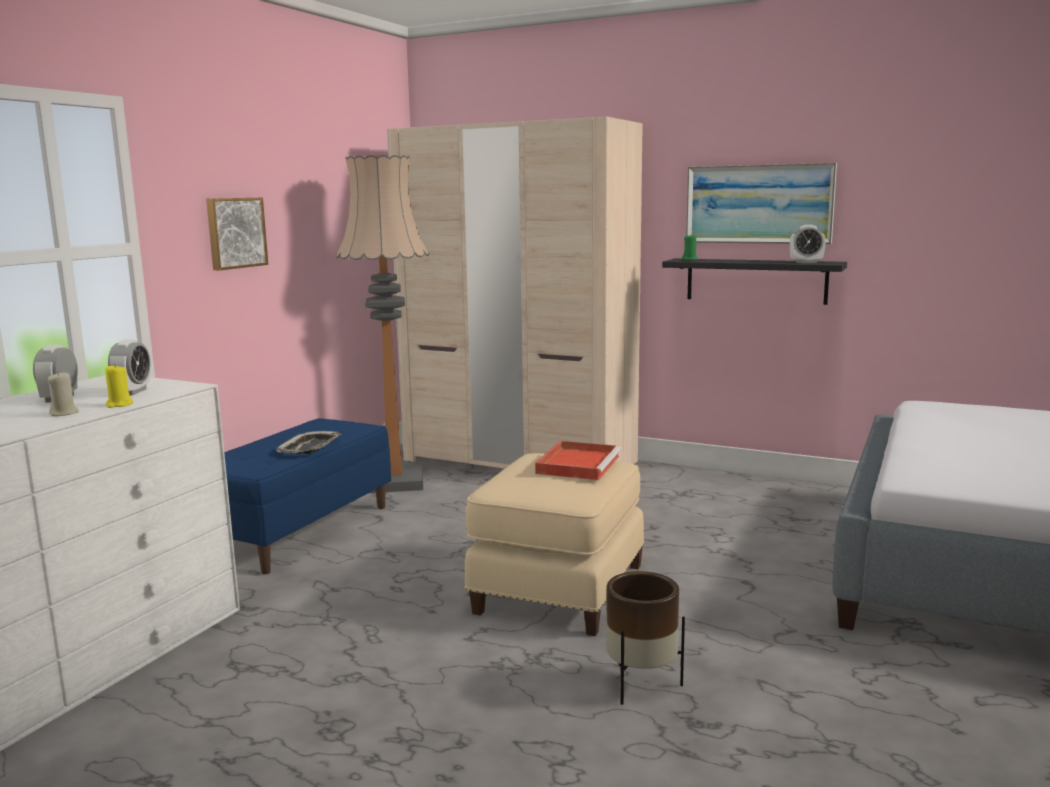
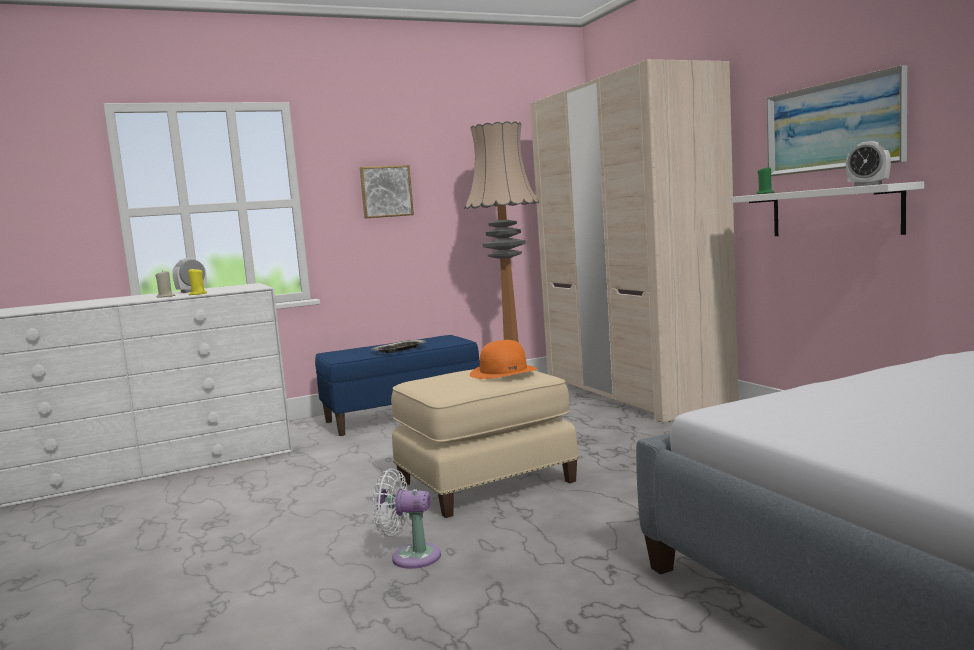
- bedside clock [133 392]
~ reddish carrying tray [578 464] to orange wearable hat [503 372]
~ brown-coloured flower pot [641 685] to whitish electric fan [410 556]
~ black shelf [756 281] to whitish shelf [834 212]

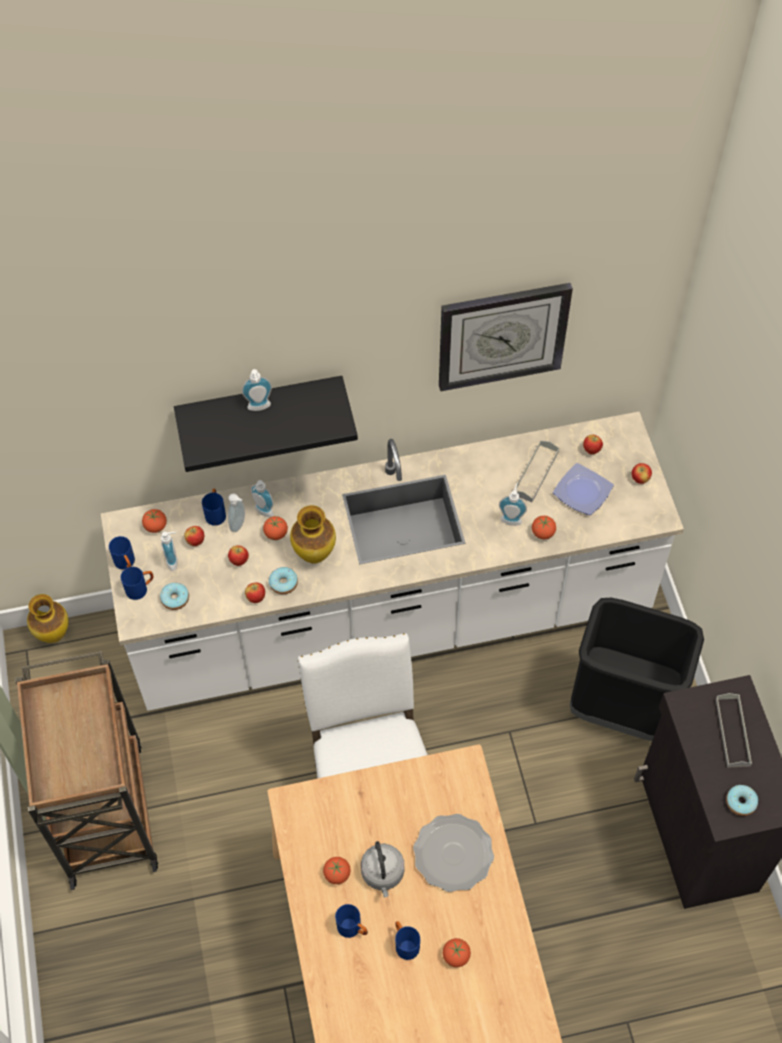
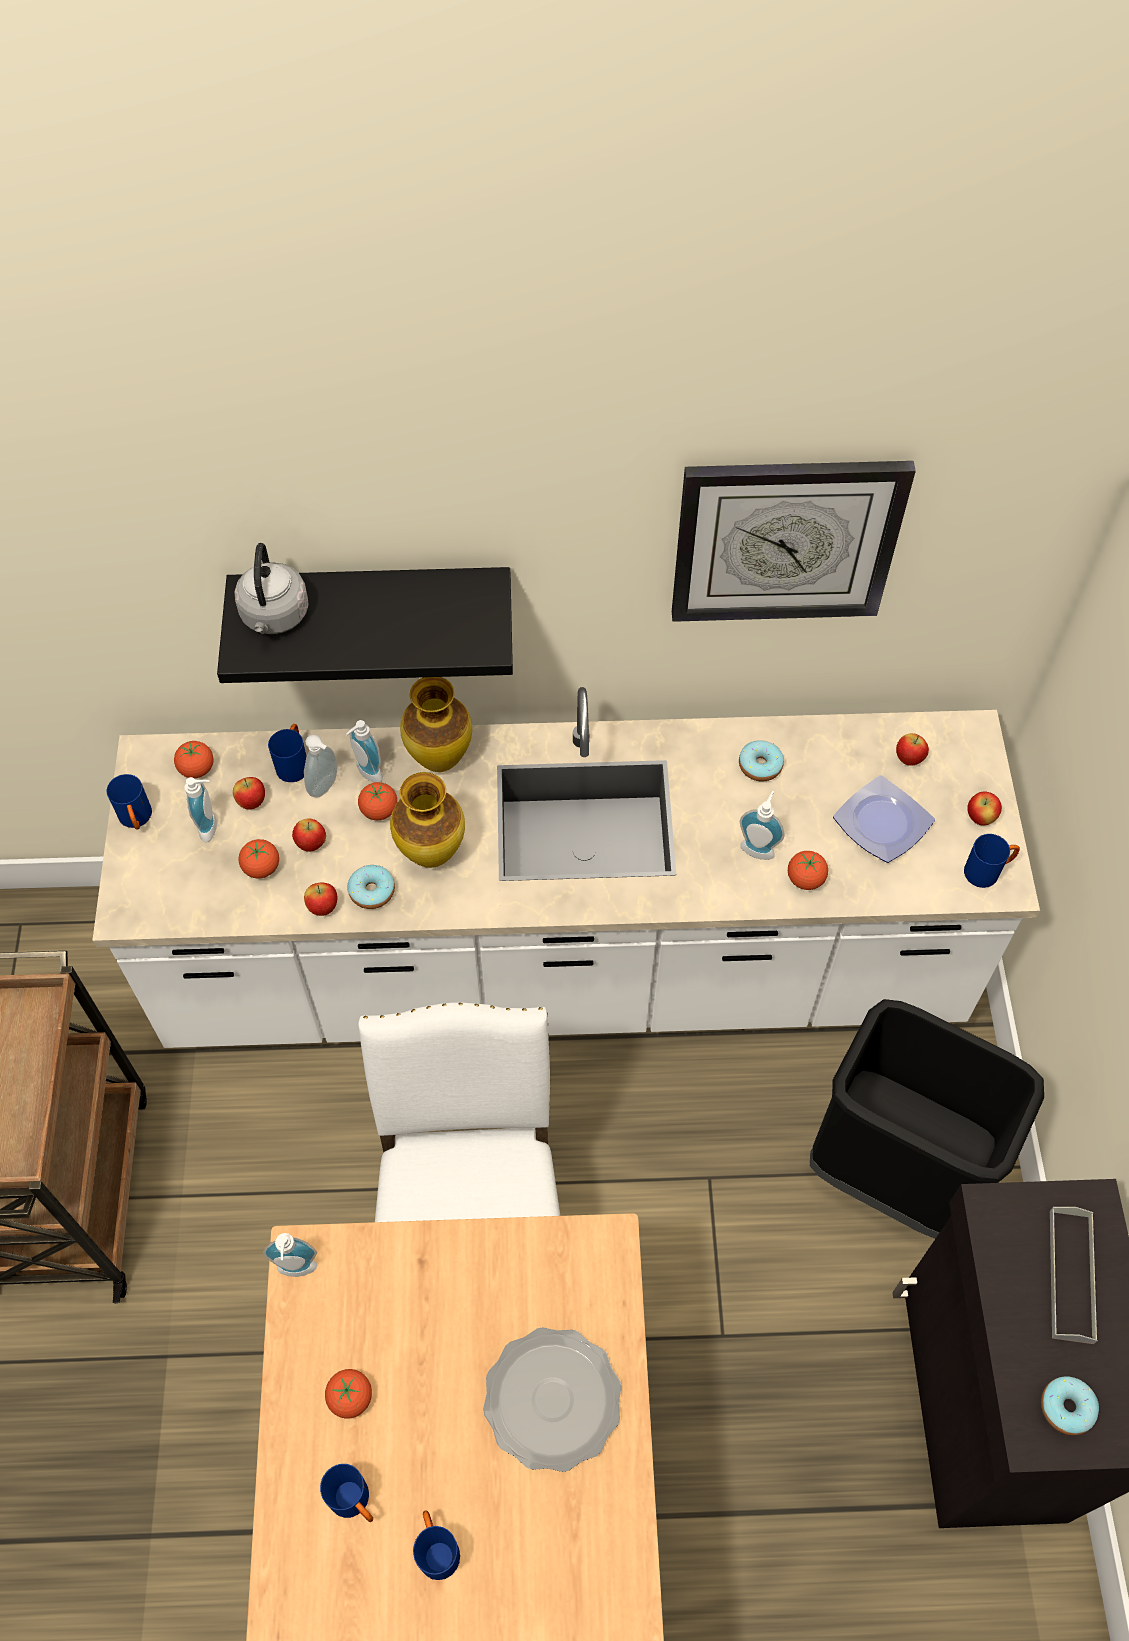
- gray carrying tray [535 473]
~ decorative vase [53 635] to [439 759]
~ bluish tea mug [140 589] to [987 871]
~ ring doughnut [175 599] to [760 765]
~ liquid soap bottle [259 408] to [297 1271]
~ gray water kettle [383 874] to [274 617]
~ fresh tomato [456 956] to [261 868]

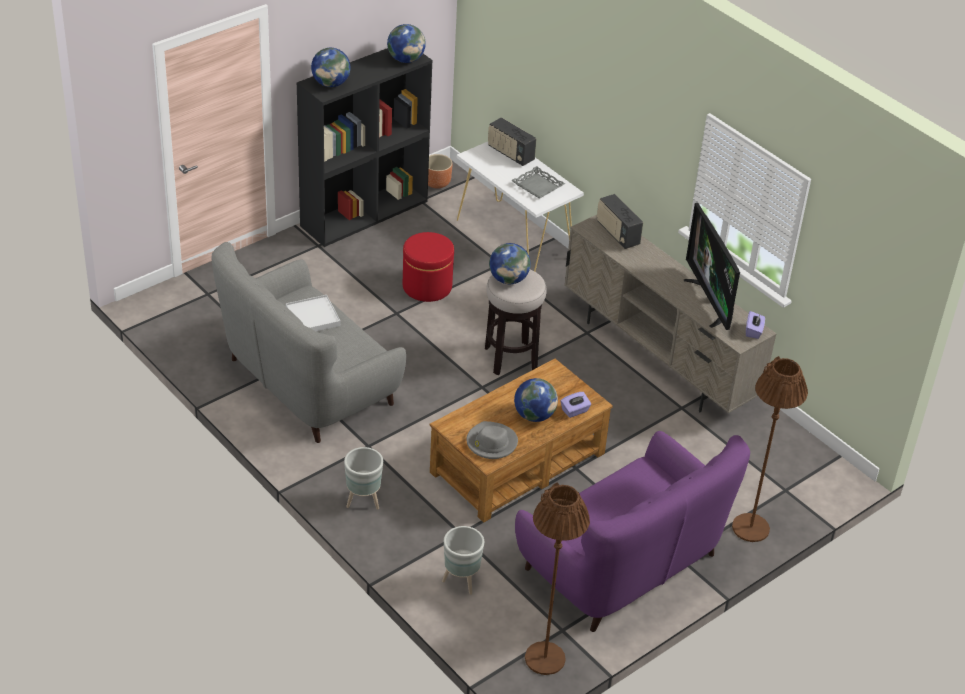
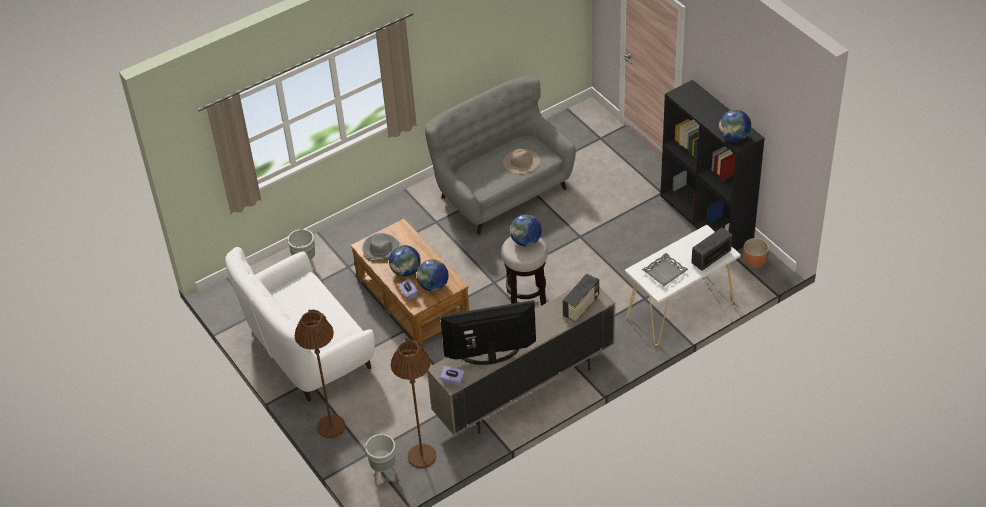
- reddish footrest [427 286]
~ desk globe [331 84] to [433 286]
~ gray flower pot [363 502] to [383 473]
~ brown-coloured floor lamp [545 658] to [422 456]
~ whitish carrying tray [313 317] to beige-coloured wearable hat [521 161]
~ purple couch [623 565] to whitish couch [307 349]
~ radio [617 234] = [581 306] 150 degrees clockwise

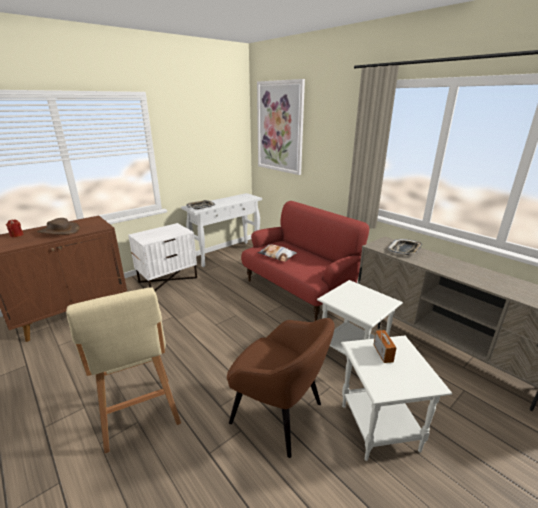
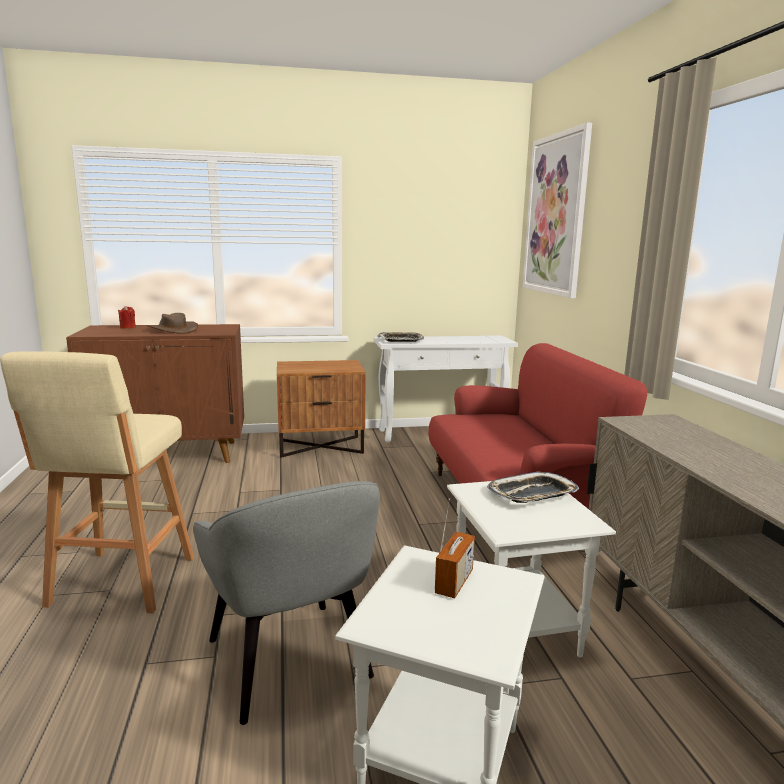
- throw pillow [277 255]
~ carrying tray [404 249] to [532 494]
~ whitish night table [168 279] to brown-coloured night table [321 446]
~ brown-coloured armchair [278 414] to gray armchair [290 661]

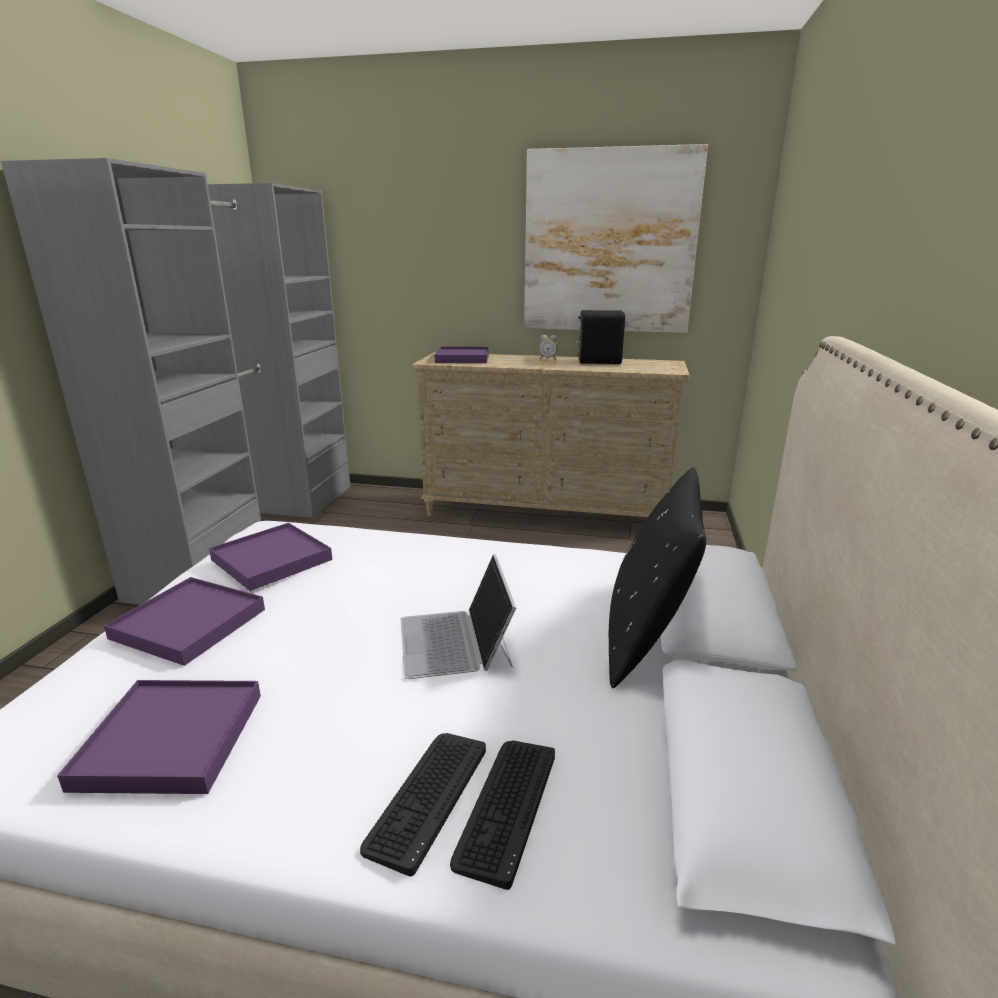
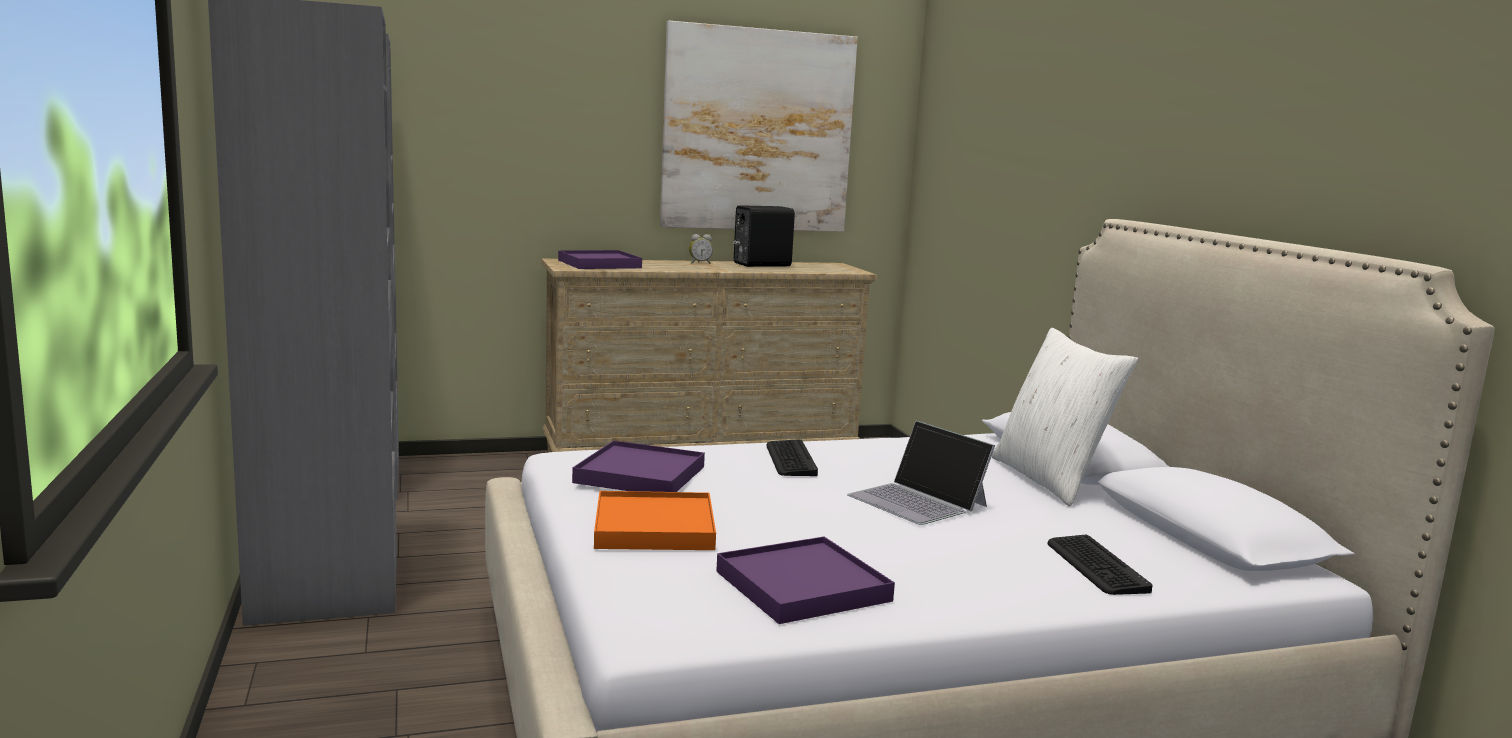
~ PC keyboard [427 797] to [790 459]
~ purple carrying tray [189 624] to orange carrying tray [654 528]
~ black throw pillow [647 639] to whitish throw pillow [1050 480]

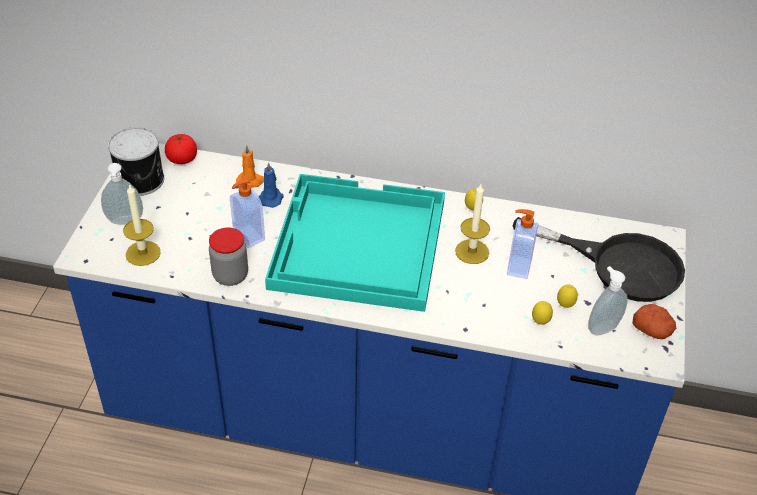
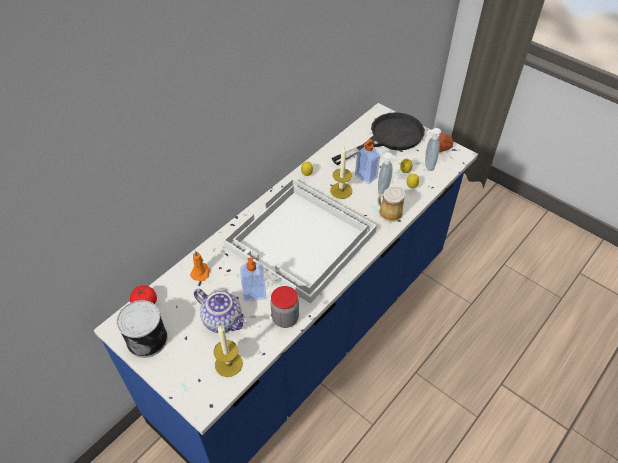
- bluish wax candle [271 198]
+ pot for tea [223 319]
+ tea mug [389 213]
~ liquid soap bottle [125 222] to [384 190]
~ turquoise-coloured carrying tray [356 245] to whitish carrying tray [301 240]

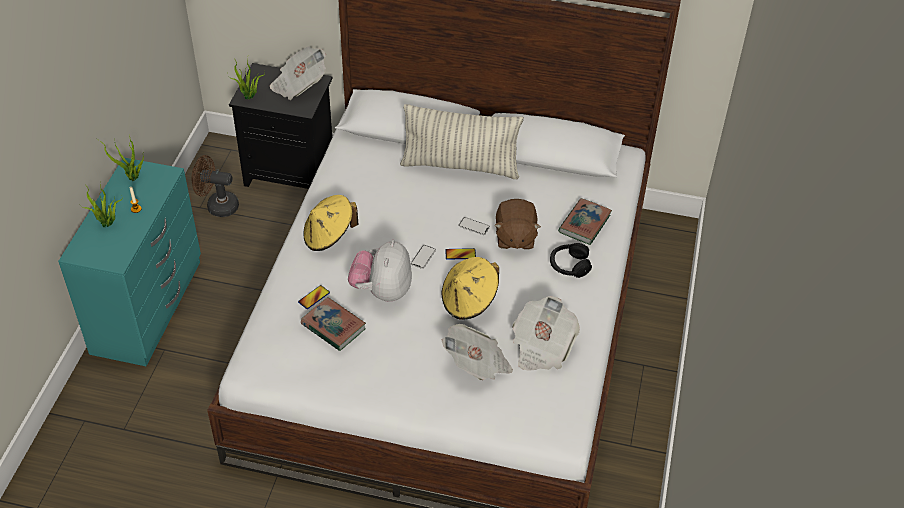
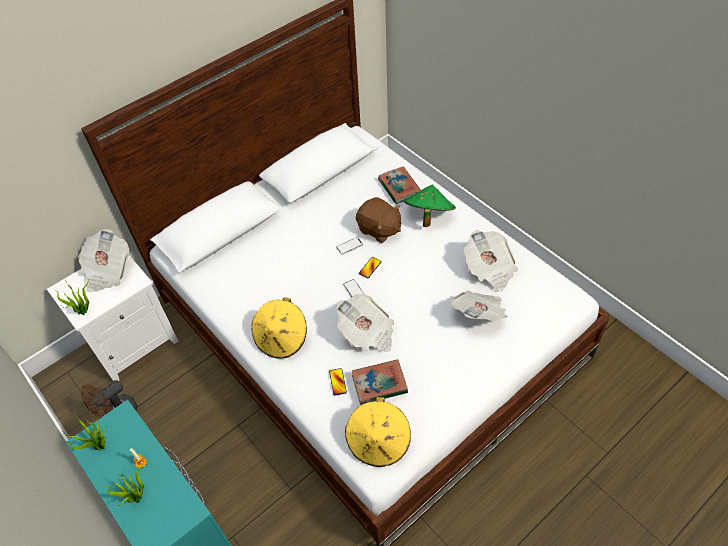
- throw pillow [460 166]
~ yellow-coloured wearable hat [469 301] to [378 442]
~ soft toy [382 291] to printed paper [367 333]
~ black headphones [569 265] to greenish wearable hat [428 215]
~ black night table [292 172] to whitish night table [134 342]

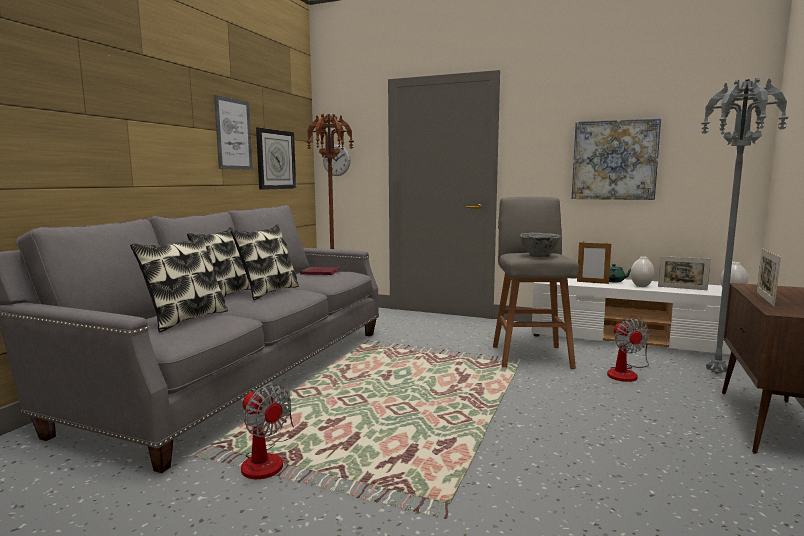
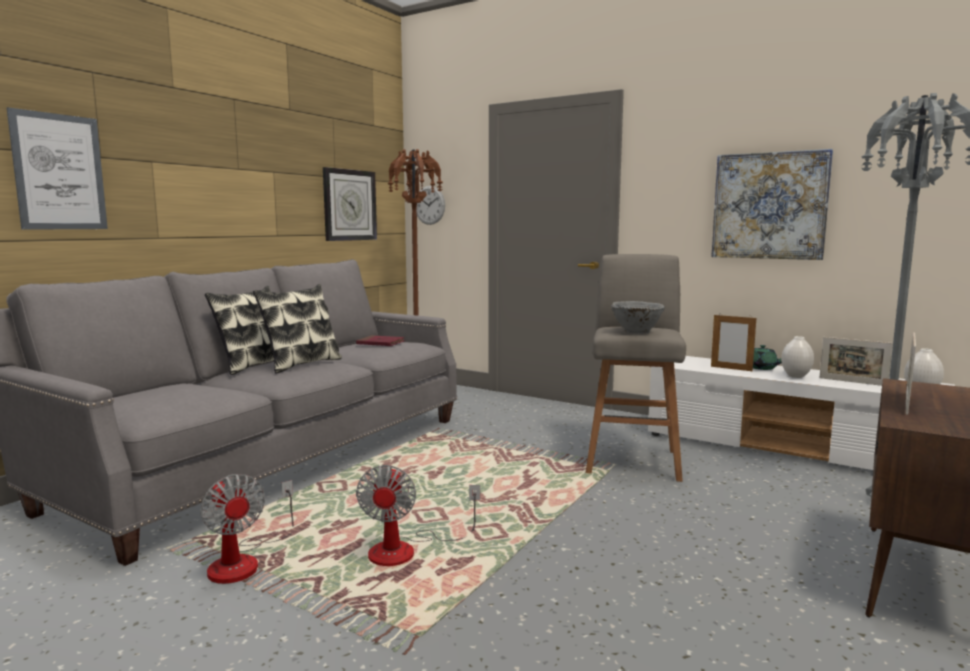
- throw pillow [185 319]
~ picture [233 134] to [59 172]
~ electric fan [626 373] to [407 550]

